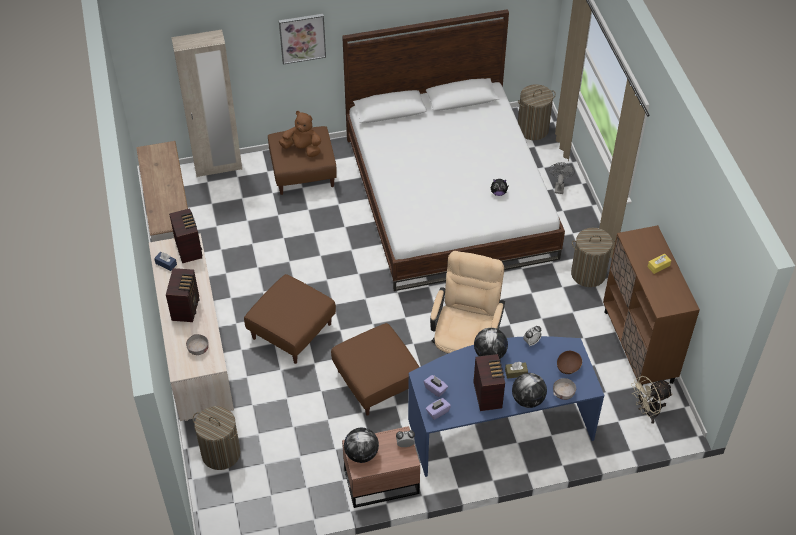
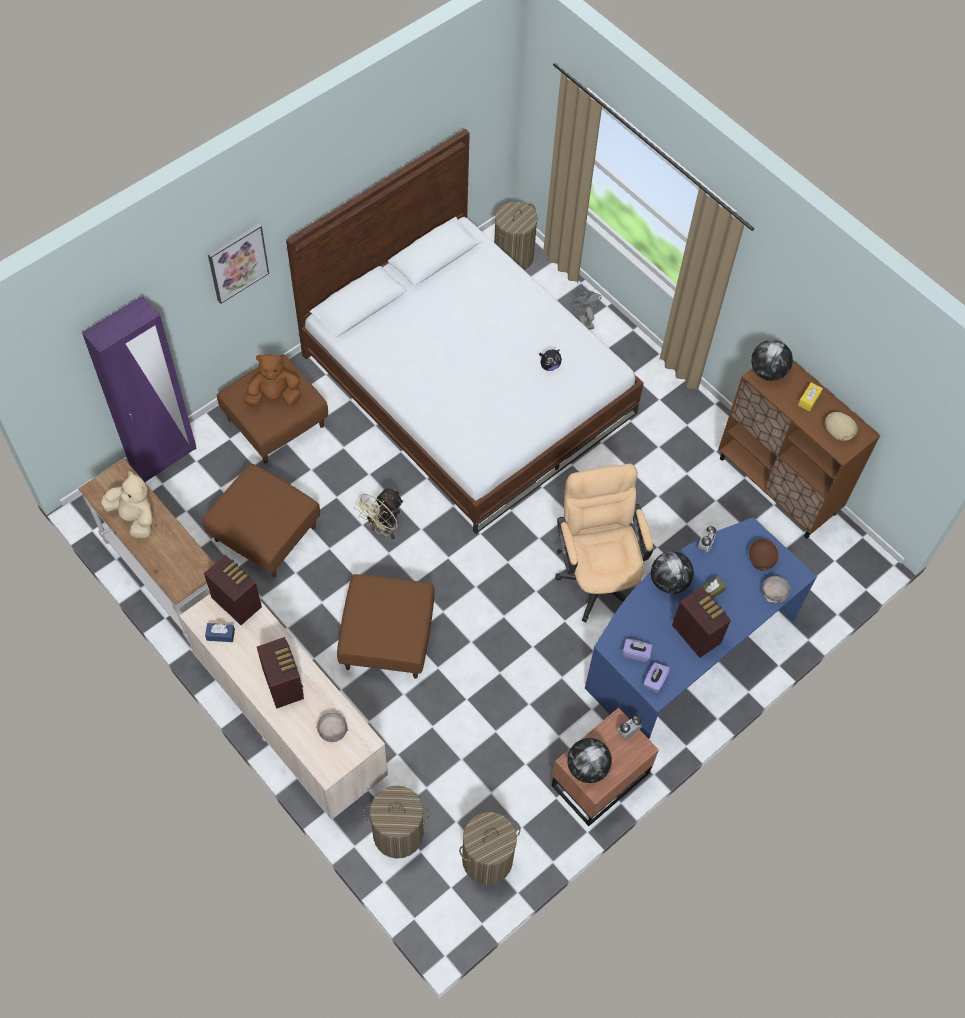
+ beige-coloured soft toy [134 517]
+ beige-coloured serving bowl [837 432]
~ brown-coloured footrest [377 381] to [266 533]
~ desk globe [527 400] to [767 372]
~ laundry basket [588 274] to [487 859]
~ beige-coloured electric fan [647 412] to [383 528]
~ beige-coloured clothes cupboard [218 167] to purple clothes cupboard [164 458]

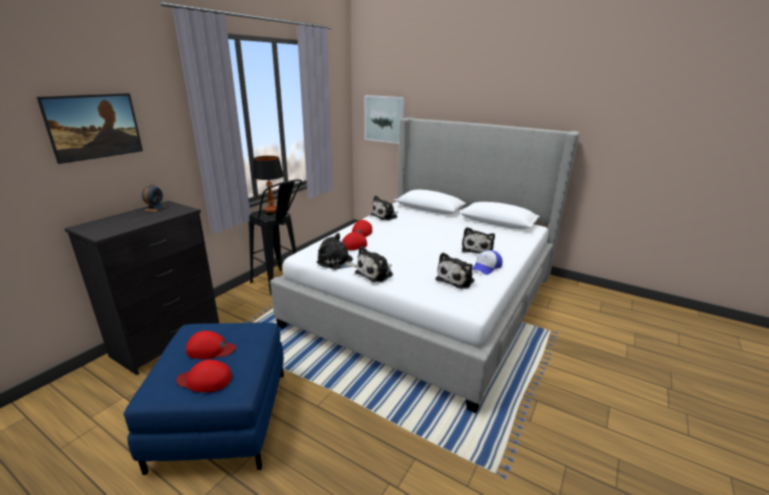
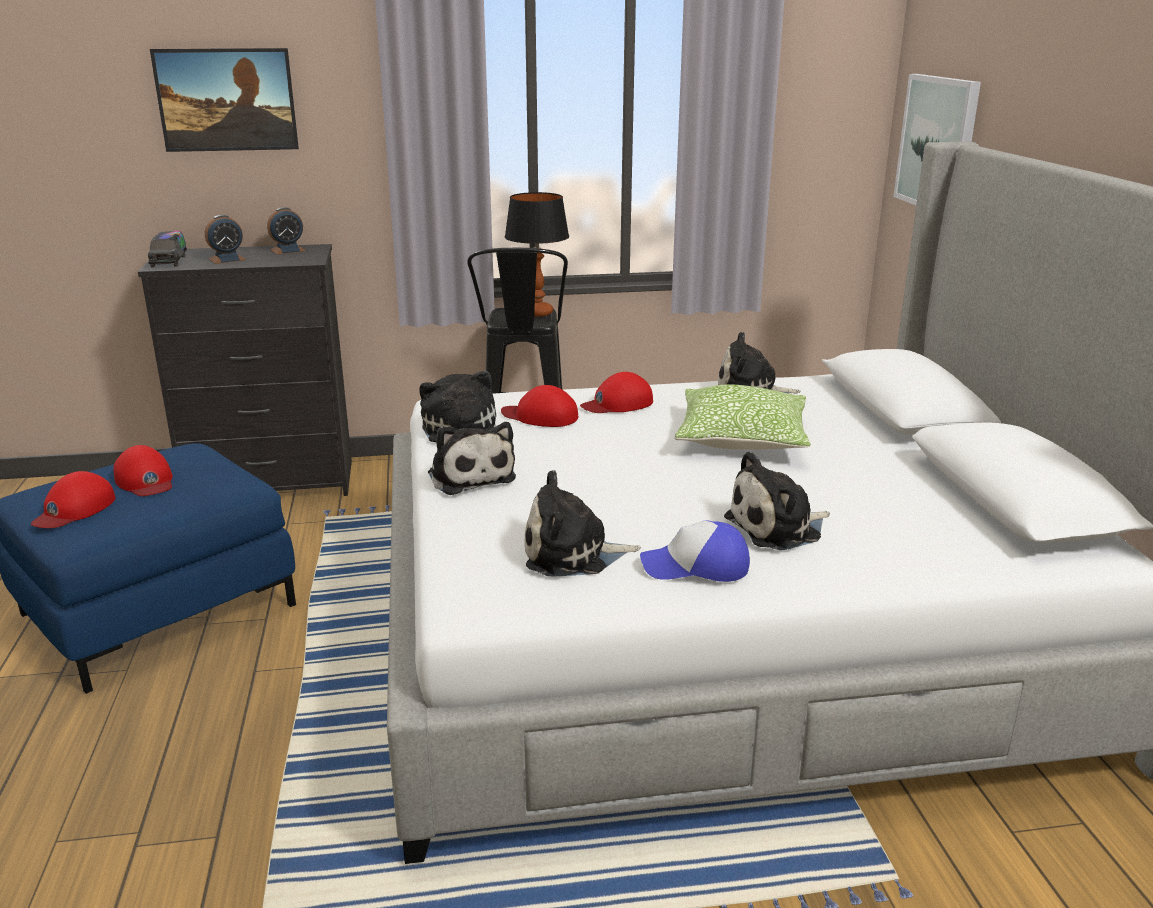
+ model truck [169 260]
+ bedside clock [227 259]
+ throw pillow [741 438]
~ reddish baseball cap [205 380] = [74 509] 120 degrees counterclockwise
~ soft toy [376 273] = [470 476] 120 degrees counterclockwise

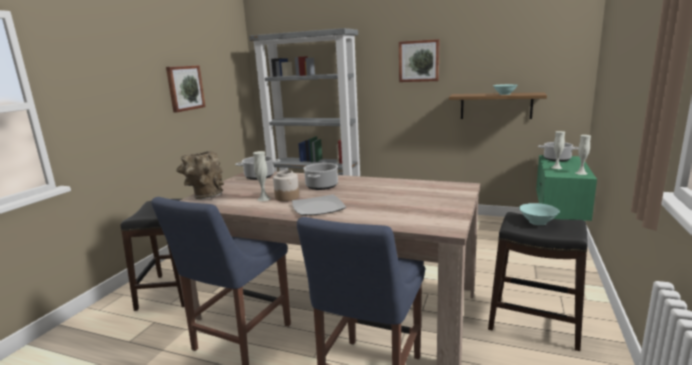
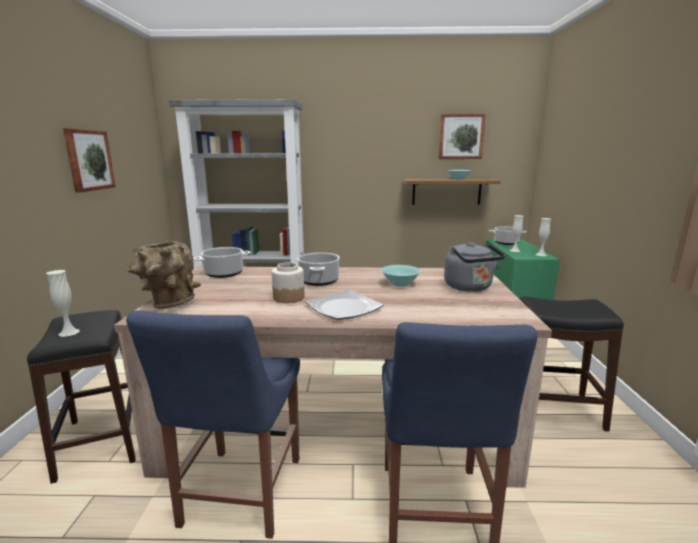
+ gray water kettle [470 287]
~ whitish decorative vase [264 199] to [69 332]
~ picture [419 61] to [461 137]
~ turquoise-coloured serving bowl [538 222] to [400 284]

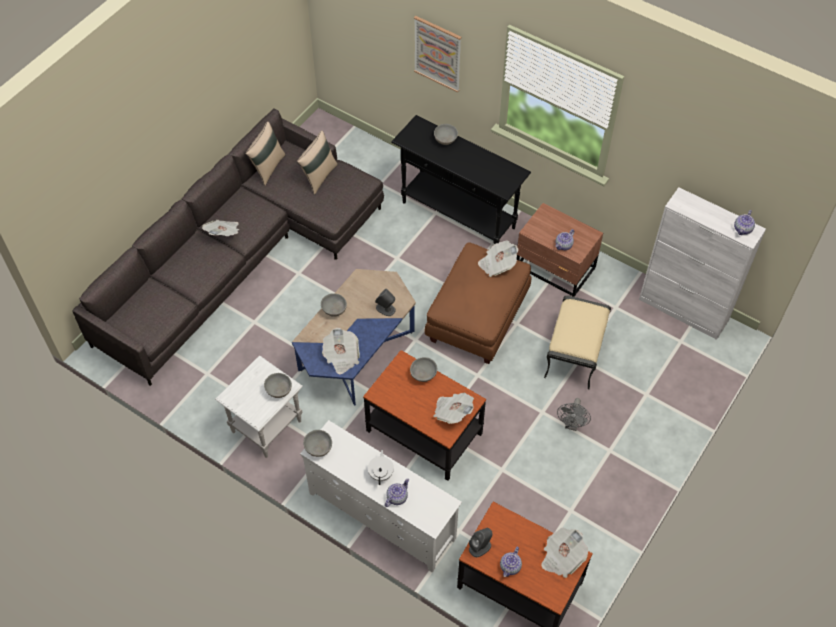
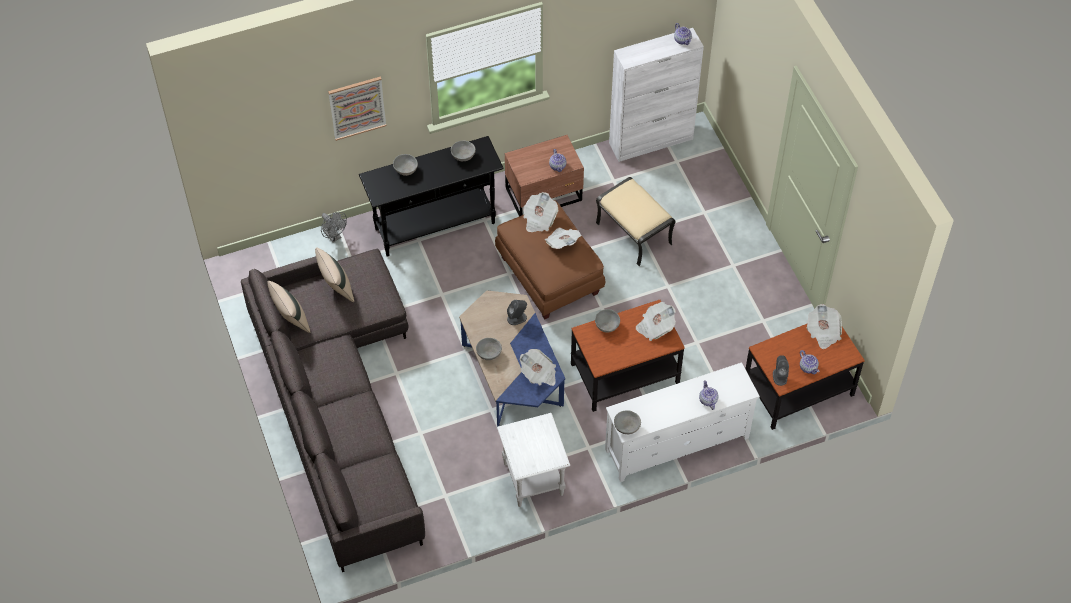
- whitish pot for tea [381 473]
~ printed paper [224 233] to [562 243]
~ gray serving bowl [279 390] to [463 156]
~ gray electric fan [572 424] to [334 236]

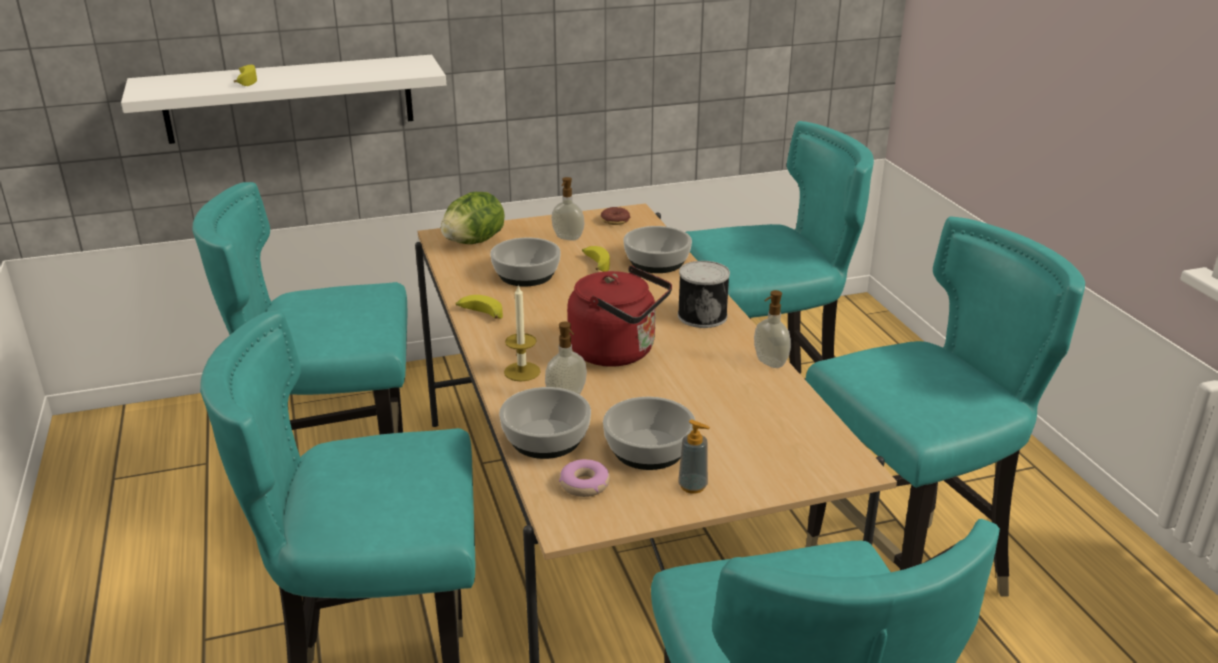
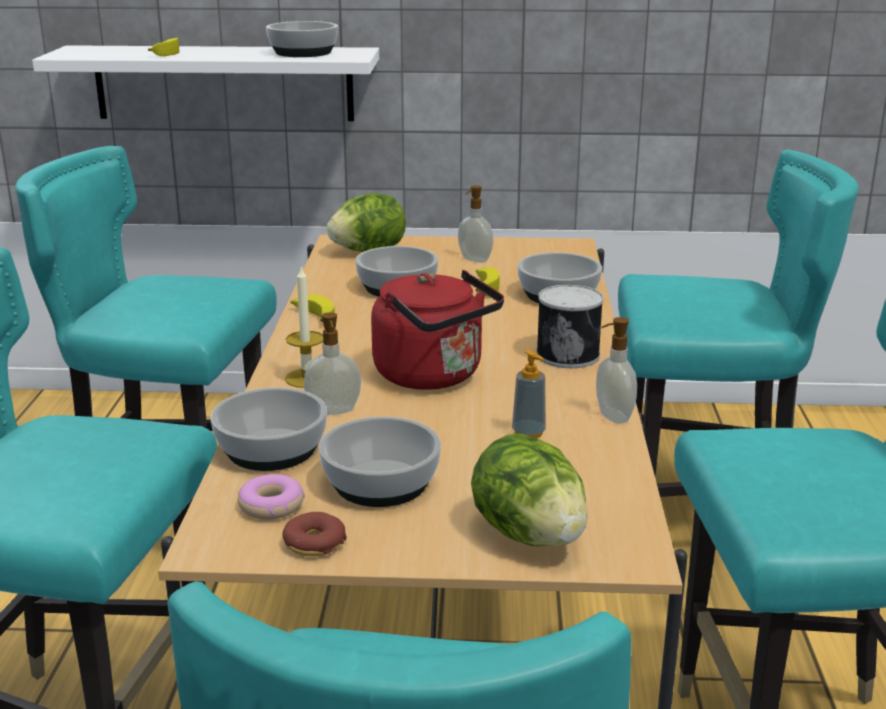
+ serving bowl [302 53]
+ lettuce [529 534]
~ ring doughnut [615 221] to [314 543]
~ liquid soap bottle [692 486] to [528 433]

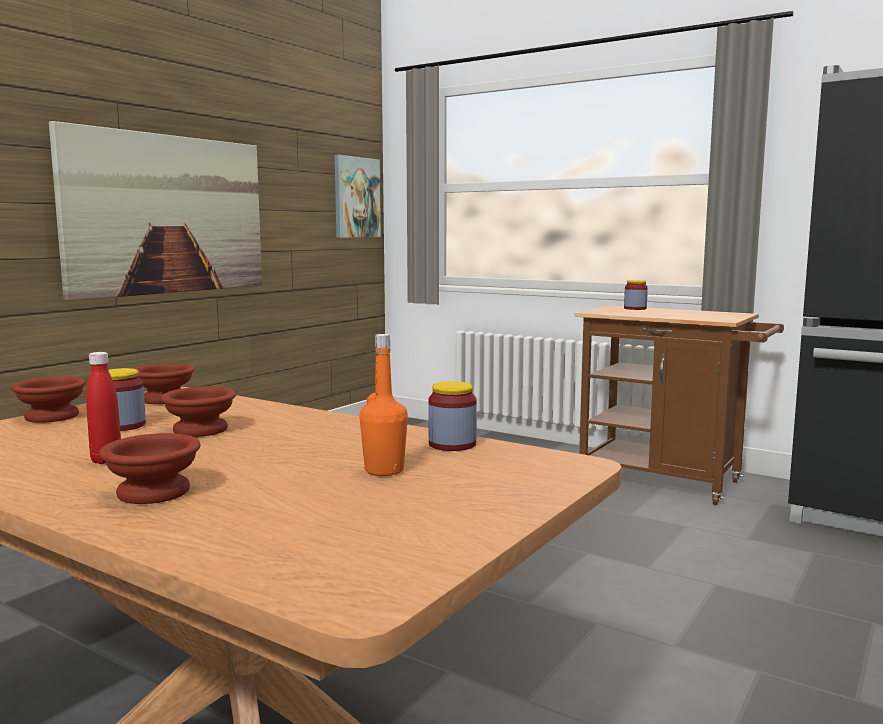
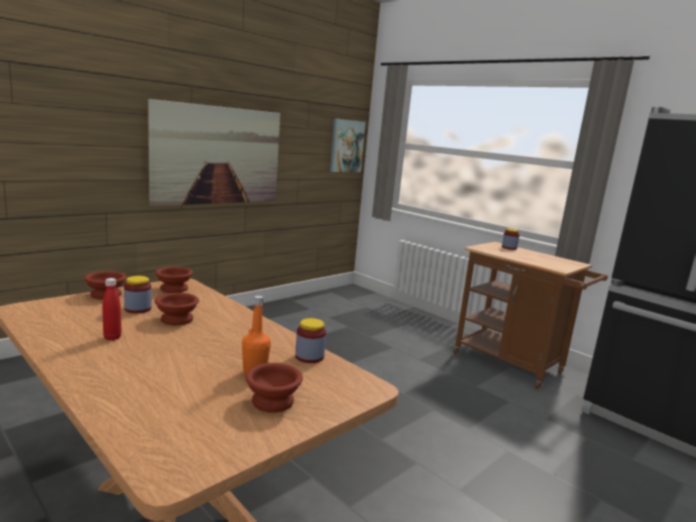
~ brown-coloured serving bowl [156 492] to [274 402]

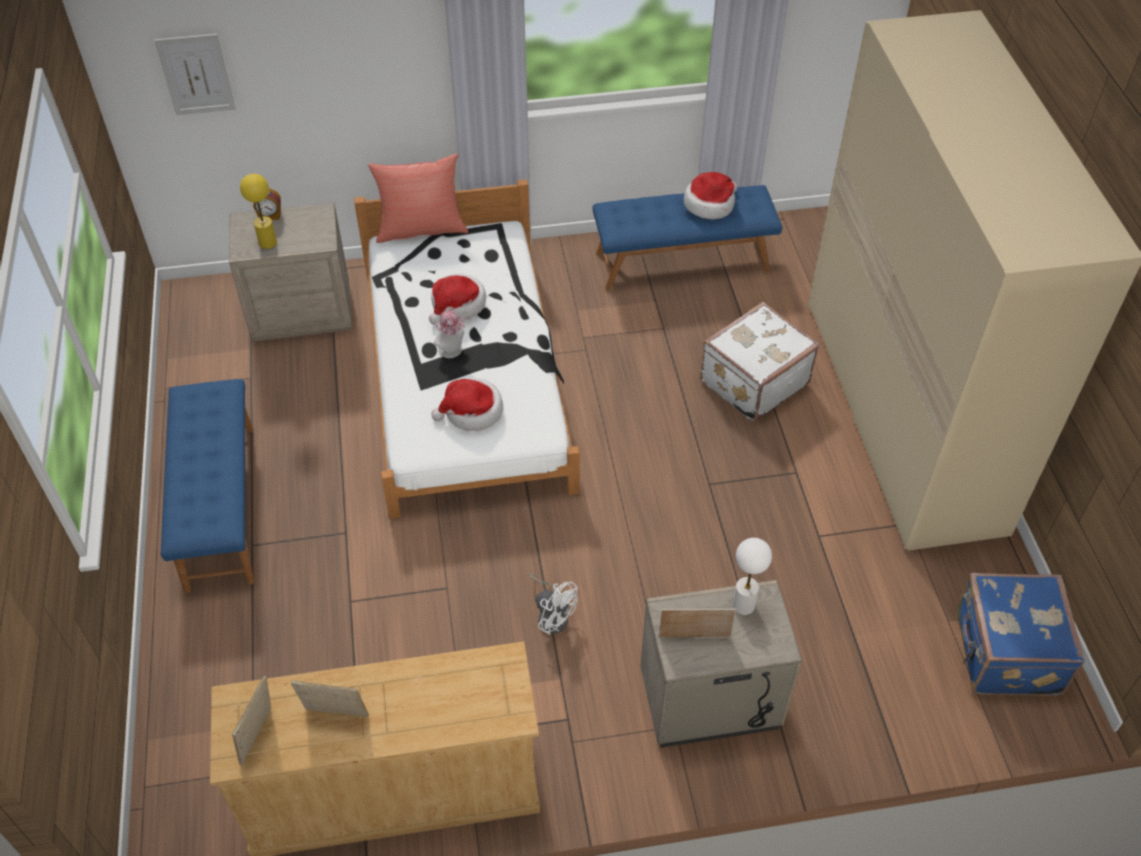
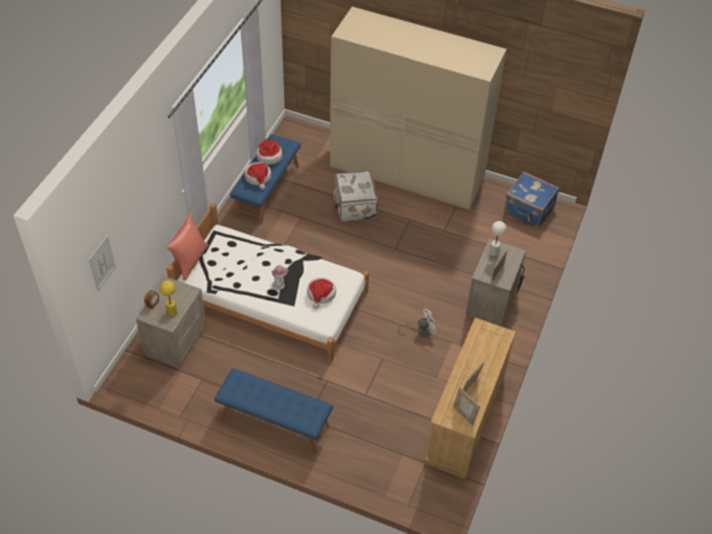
~ wearable hat [457 305] to [258 177]

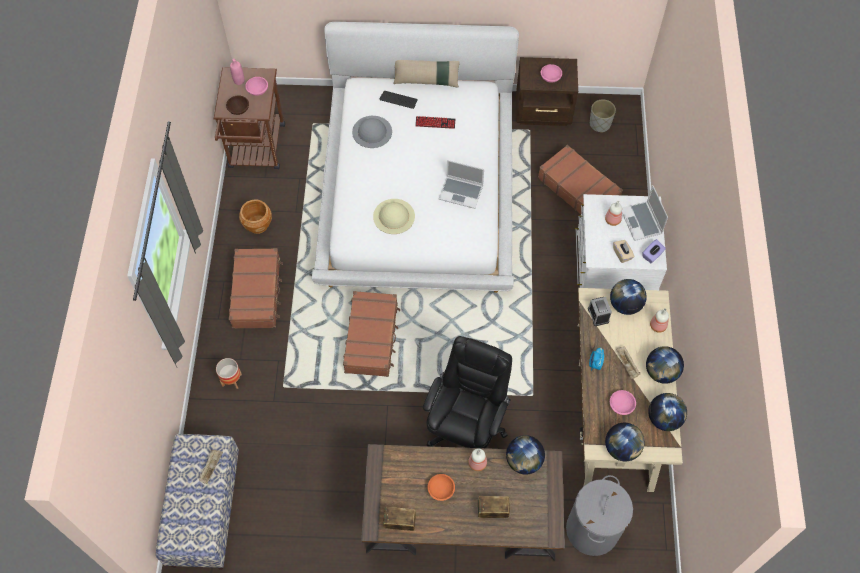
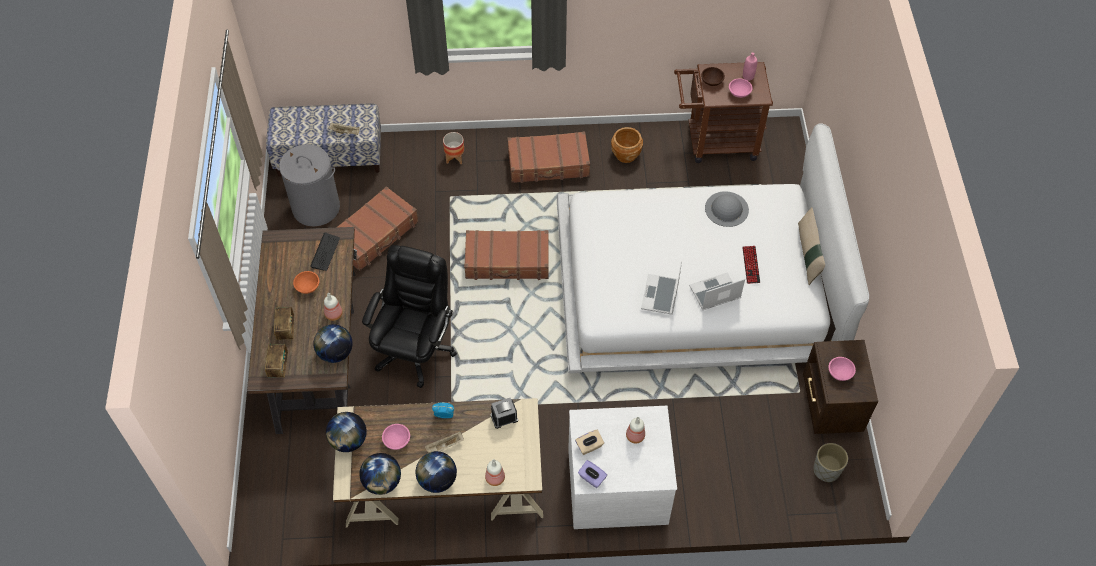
- beige-coloured wearable hat [393 216]
- desk globe [625 305]
~ PC keyboard [398 100] to [325 252]
~ radio [400 522] to [278 366]
~ brown-coloured travel case [578 189] to [375 235]
~ gray laundry basket [592 529] to [316 208]
~ portable computer [641 222] to [714 293]
~ black desk chair [466 426] = [415 349] 90 degrees counterclockwise

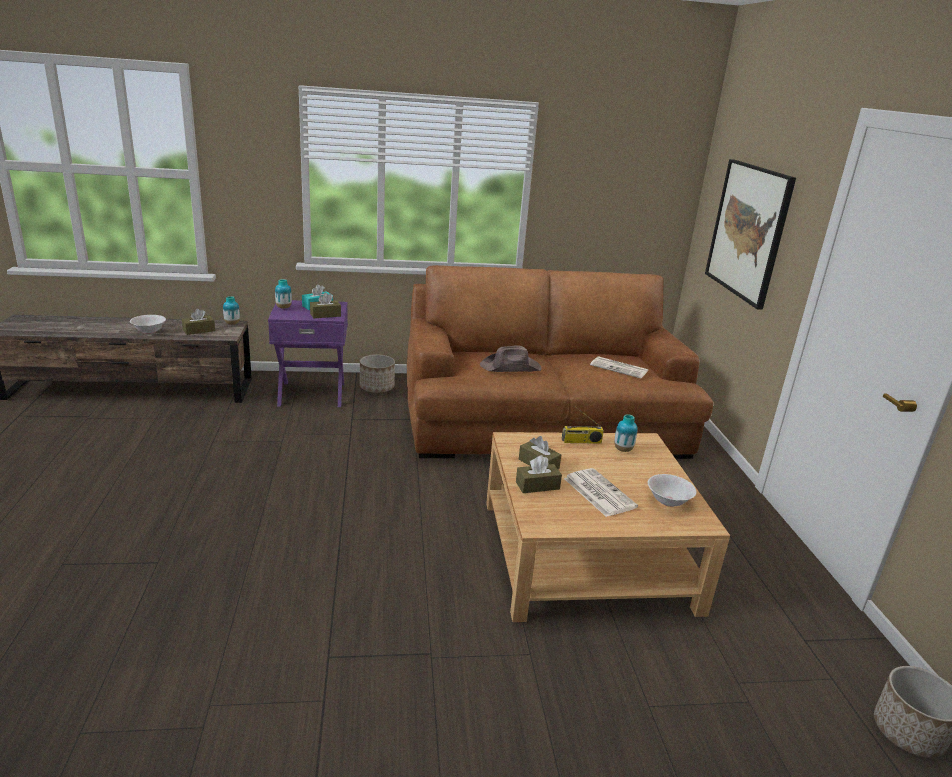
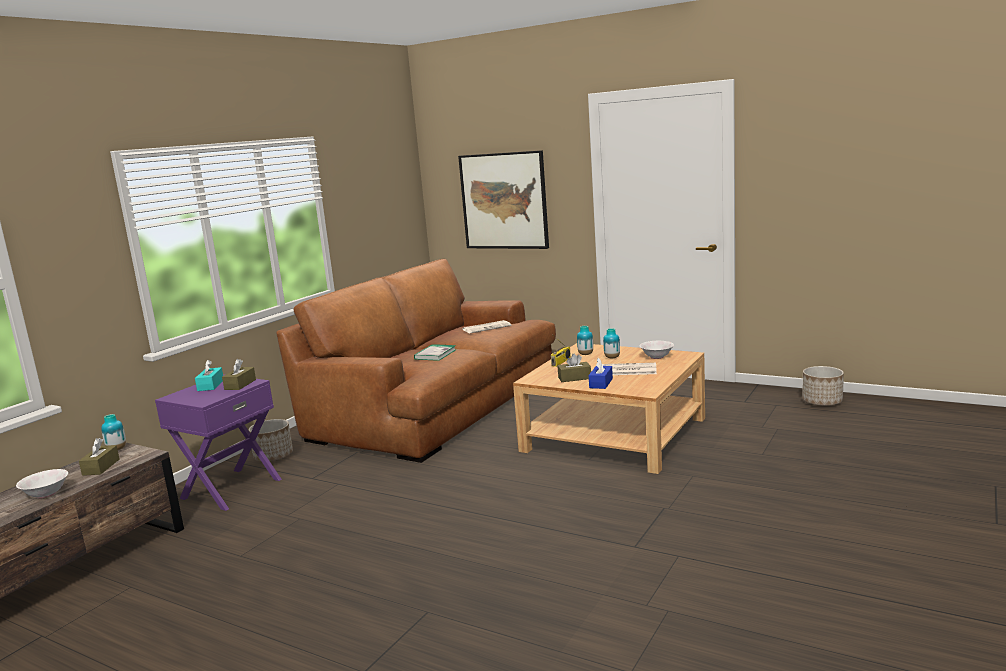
~ decorative vase [284 307] to [612 357]
~ brown-coloured wearable hat [511 367] to bound book [435 354]
~ brown-coloured tissue box [537 485] to bluish tissue box [601 383]

